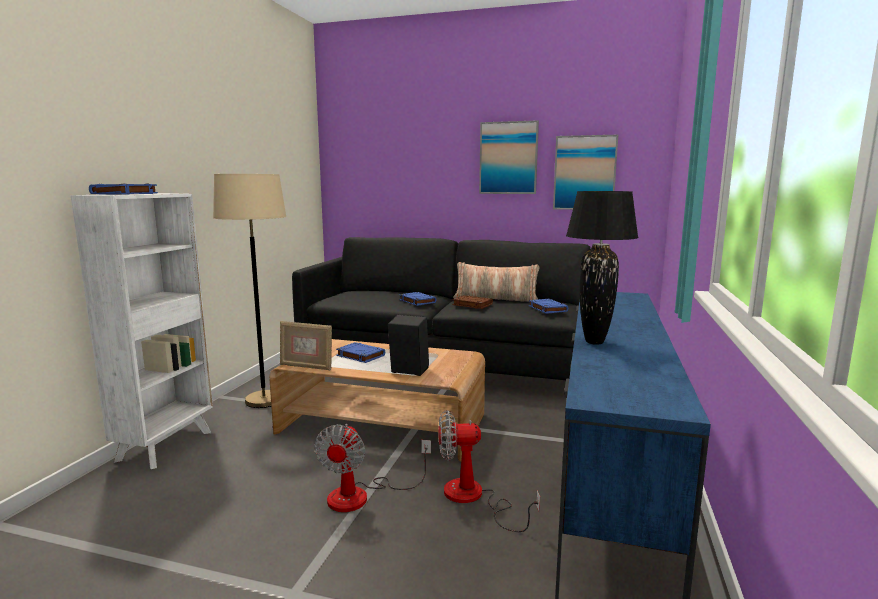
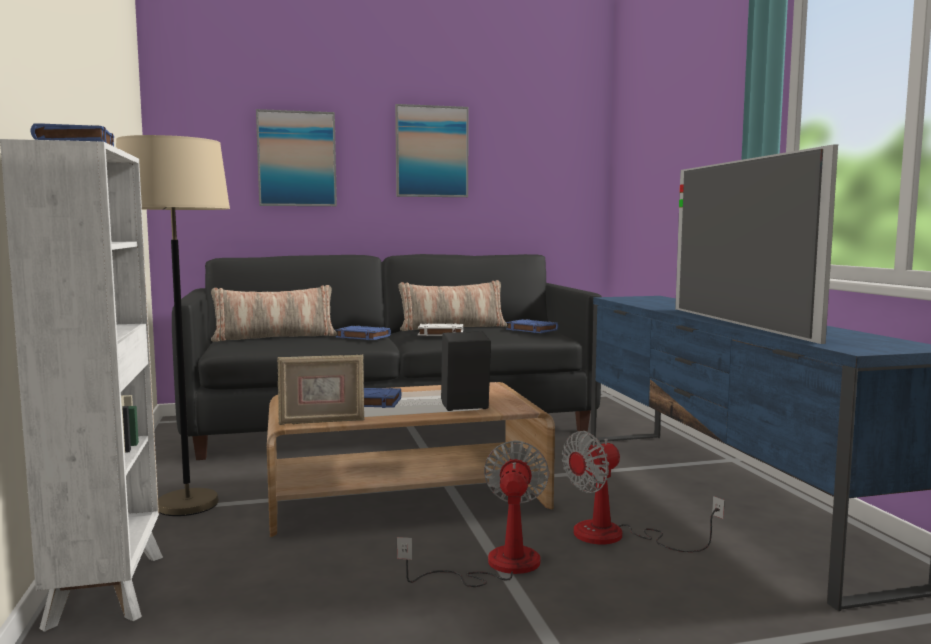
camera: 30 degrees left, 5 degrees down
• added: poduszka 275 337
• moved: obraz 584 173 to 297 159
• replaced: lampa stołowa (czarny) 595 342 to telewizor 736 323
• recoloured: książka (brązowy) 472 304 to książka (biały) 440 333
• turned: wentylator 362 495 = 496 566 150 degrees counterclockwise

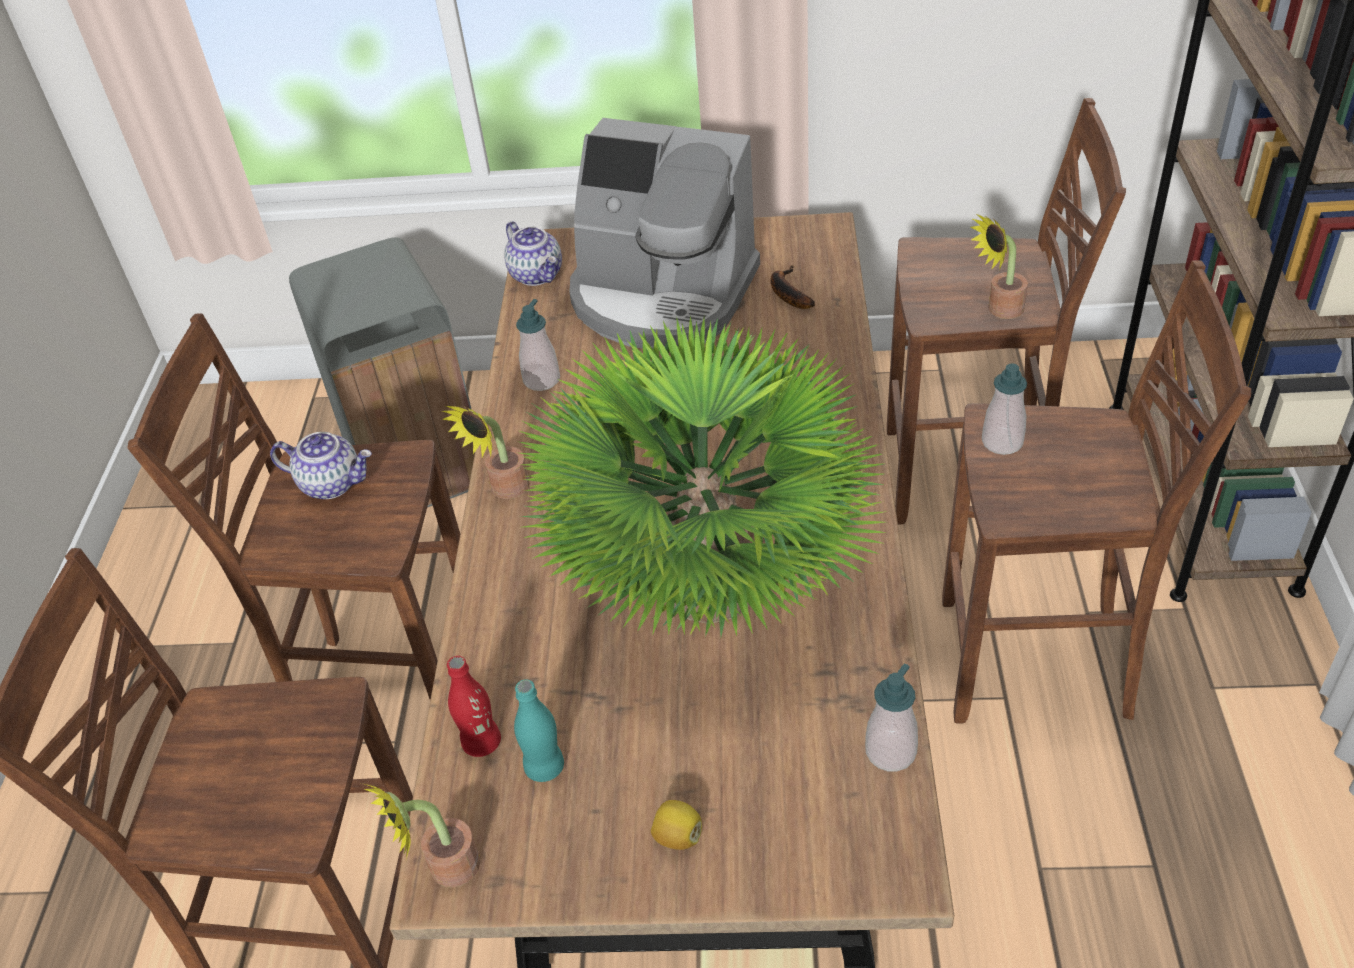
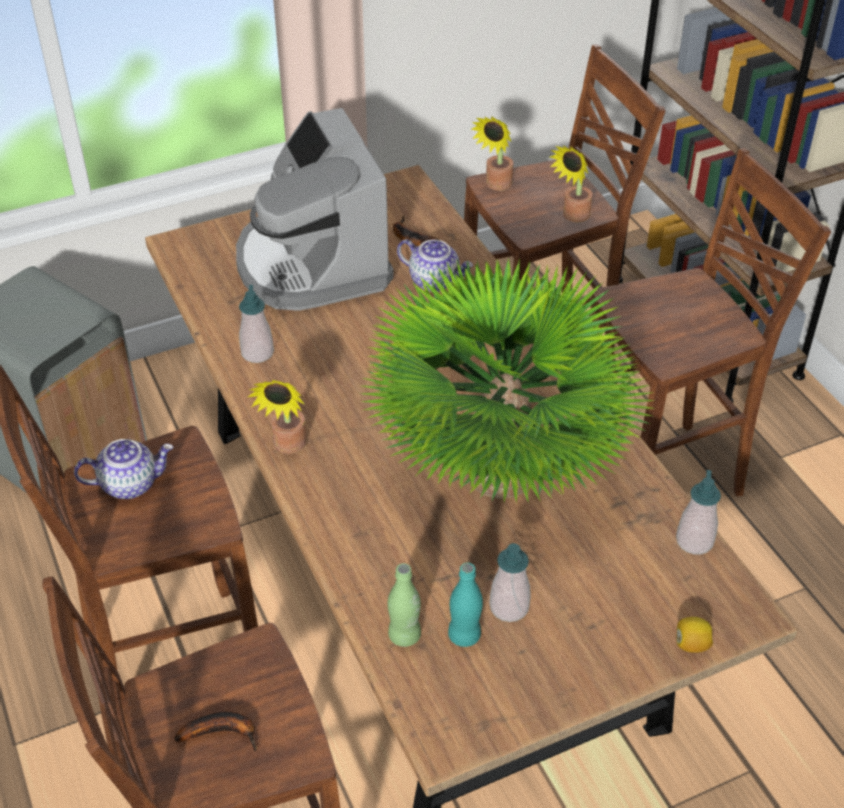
camera: 30 degrees left, 0 degrees up
• added: banan 223 732
• moved: roślina doniczkowa 445 870 to 496 186
• moved: imbryk 537 274 to 435 281
• moved: cytryna 677 836 to 691 644
• moved: dozownik mydła 1002 442 to 509 607
• recoloured: butelka (czerwony) 481 743 to butelka (zielony) 404 635
• turned: ekspres do kawy 662 297 = 312 263 75 degrees clockwise

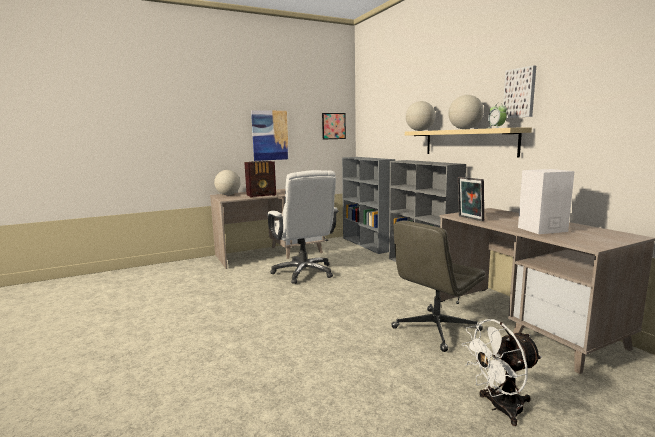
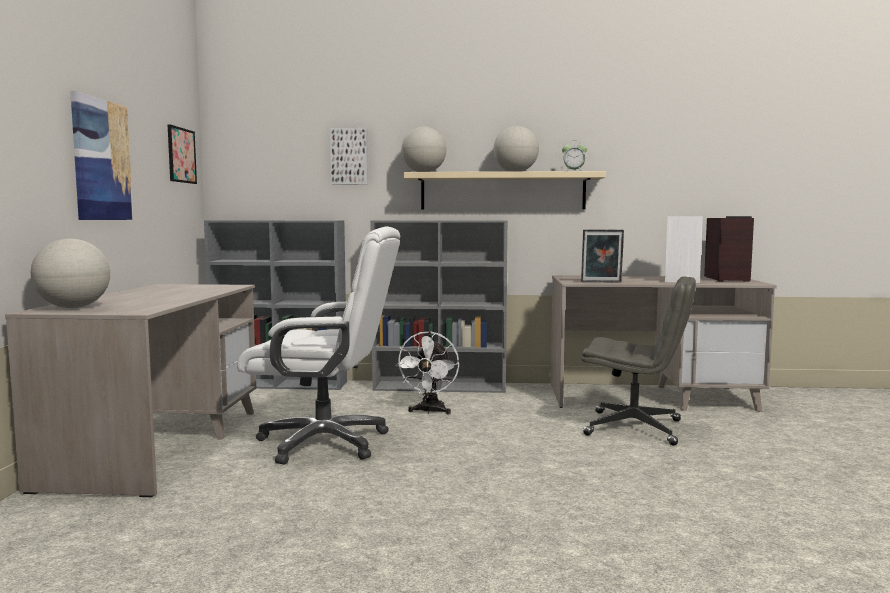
camera: 60 degrees left, 5 degrees down
• moved: radio 262 195 to 727 279
• moved: wentylator (biały) 499 408 to 430 411
• moved: obraz 520 93 to 349 156
• turned: krzesło biurowe (szary) 435 330 = 635 428 60 degrees counterclockwise

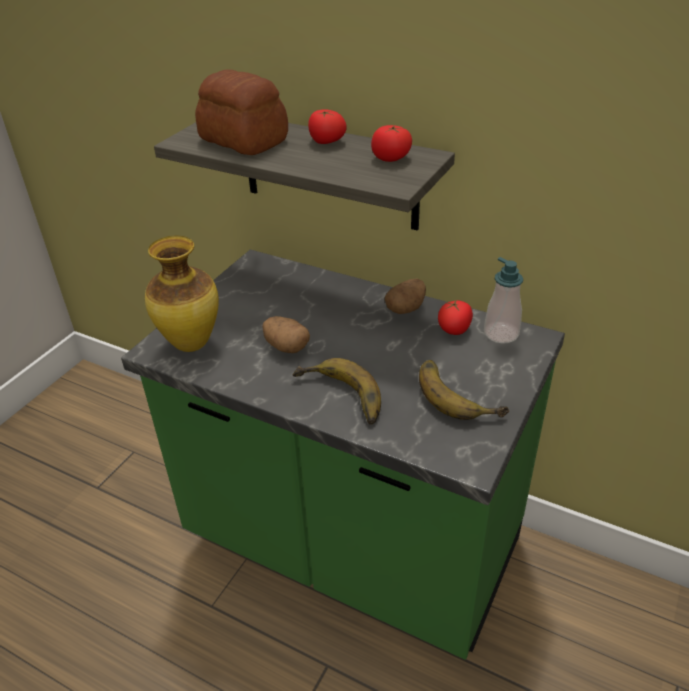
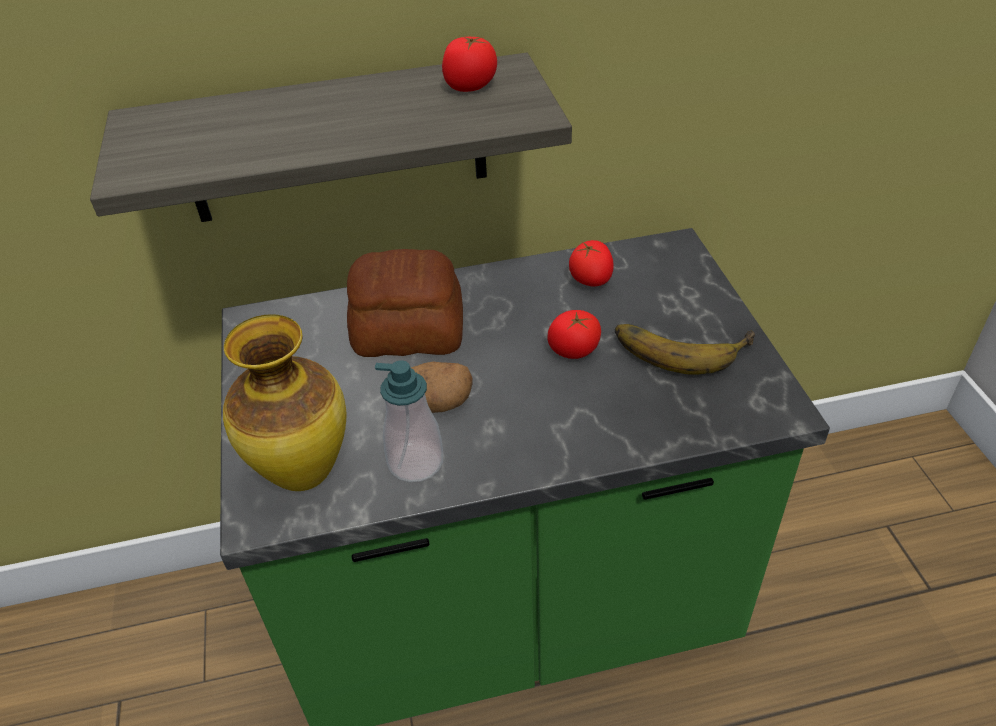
camera: 40 degrees left, 5 degrees up
• removed: banan 338 399
• removed: ziemniak 406 308
• moved: chleb 243 141 to 410 333
• moved: pomidor 326 142 to 574 350
• moved: dozownik mydła 501 334 to 415 462

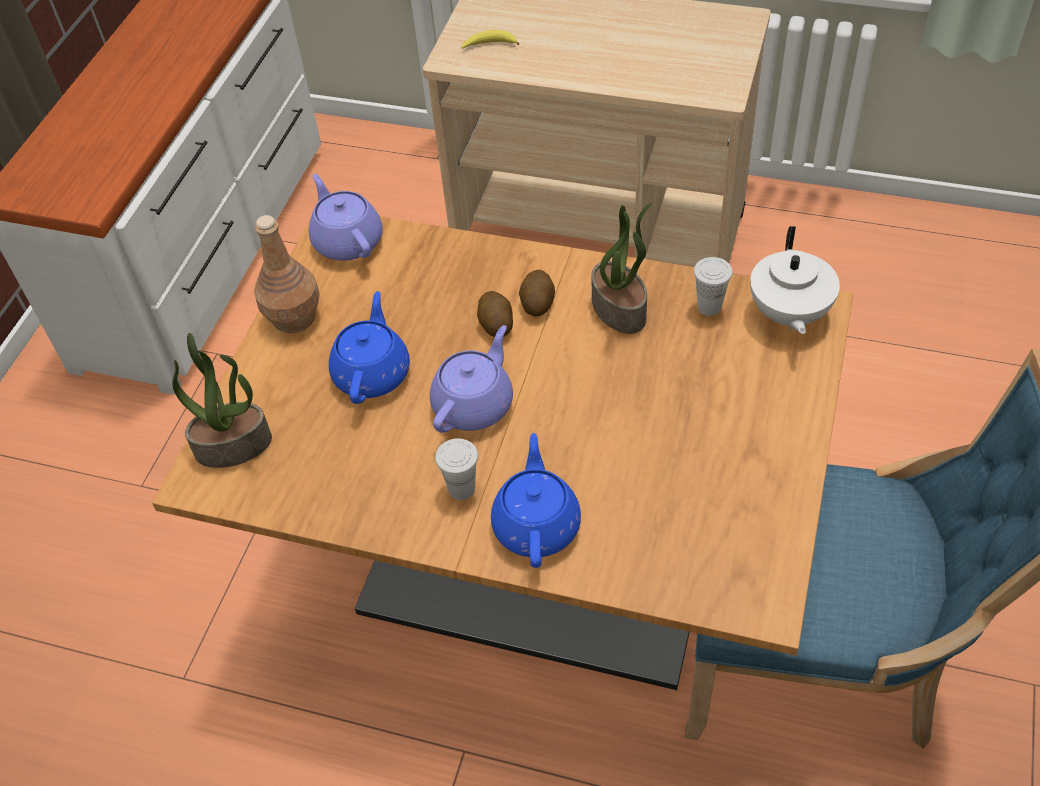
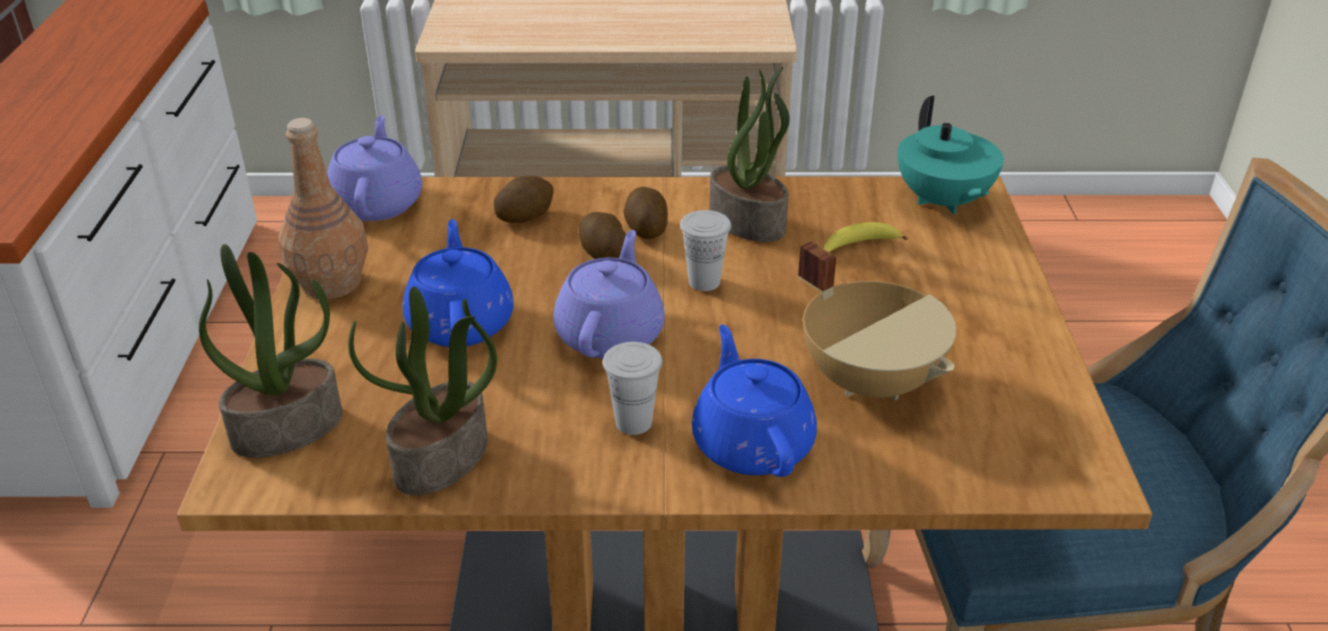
camera: 20 degrees left, 15 degrees down
• added: roślina doniczkowa 442 460
• added: ziemniak 525 215
• added: garnek (beżowy) 872 380
• moved: banan 489 45 to 858 246
• moved: filiżanka (biały) 709 307 to 704 282
• recoloured: imbryk (biały) 788 314 to imbryk (turkusowy) 942 202
• turned: imbryk (fioletowy) 347 241 = 378 202 45 degrees clockwise

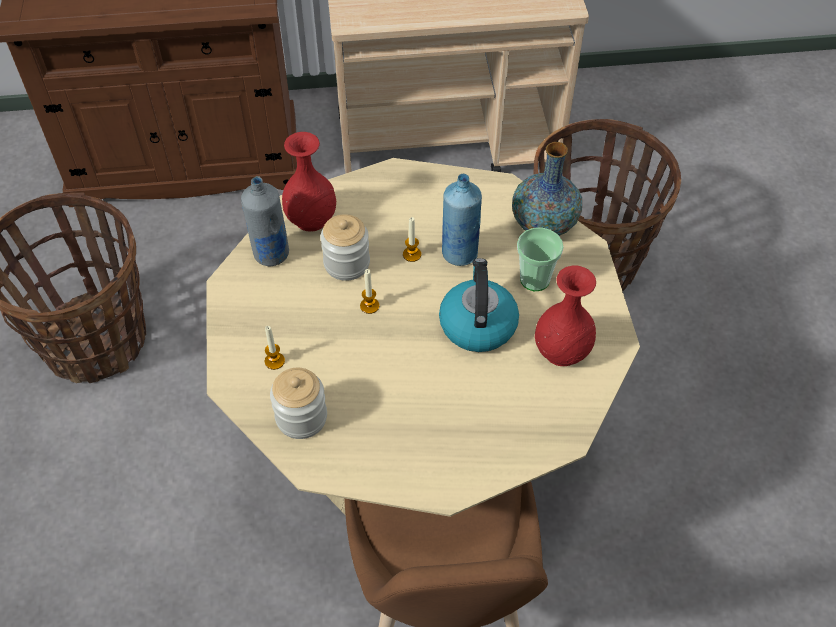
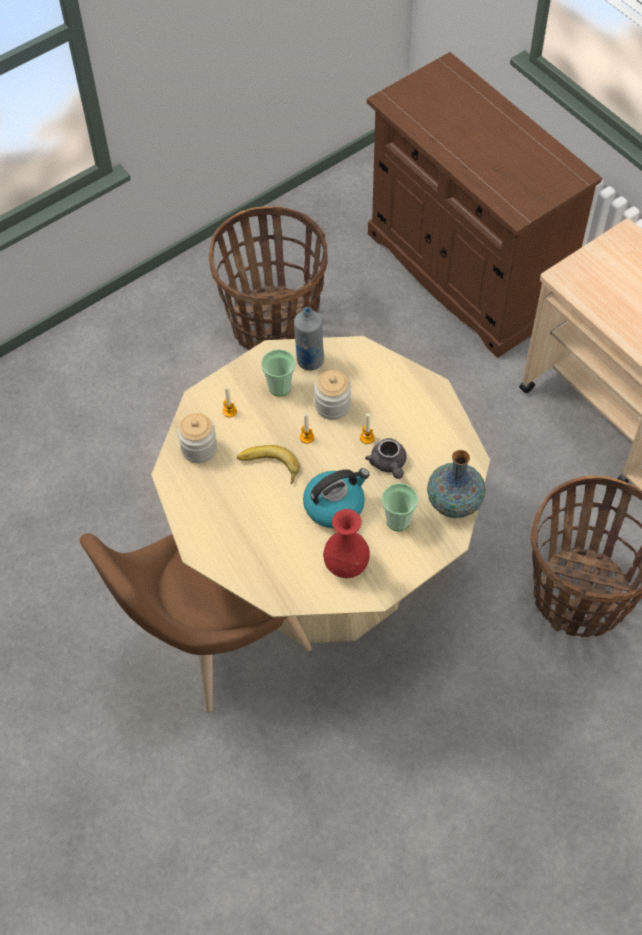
camera: 60 degrees right, 5 degrees up
• removed: wazon (czerwony) 311 220
• added: banan 268 468
• added: filiżanka 279 387
• replaced: butelka (niebieski) 459 253 to imbryk (szary) 389 464

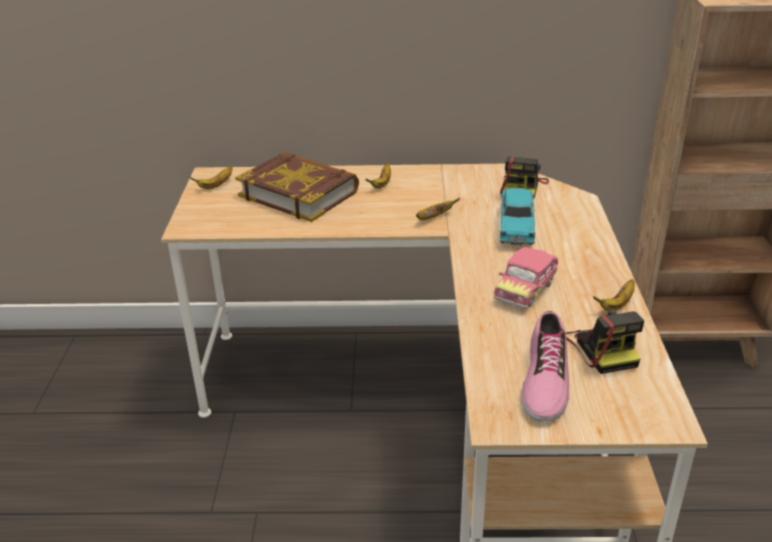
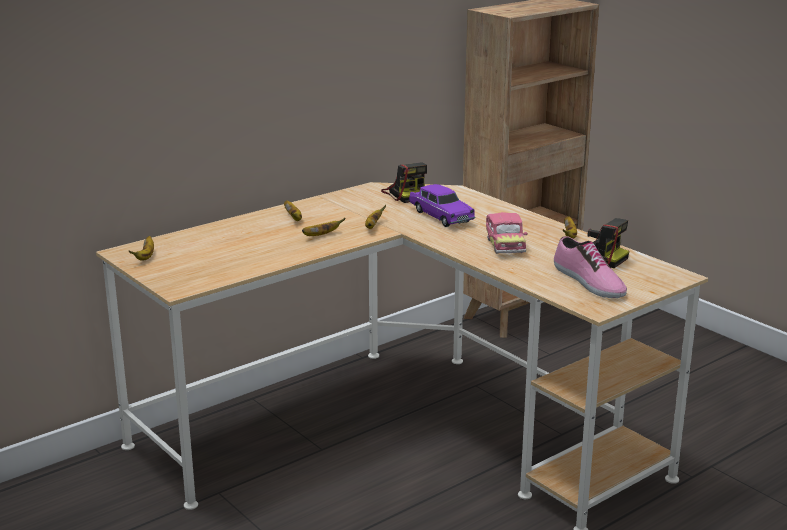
camera: 40 degrees left, 10 degrees down
• removed: książka 299 193
• added: banan 321 235
• recoloured: samochodzik (turkusowy) 516 228 to samochodzik (fioletowy) 441 216

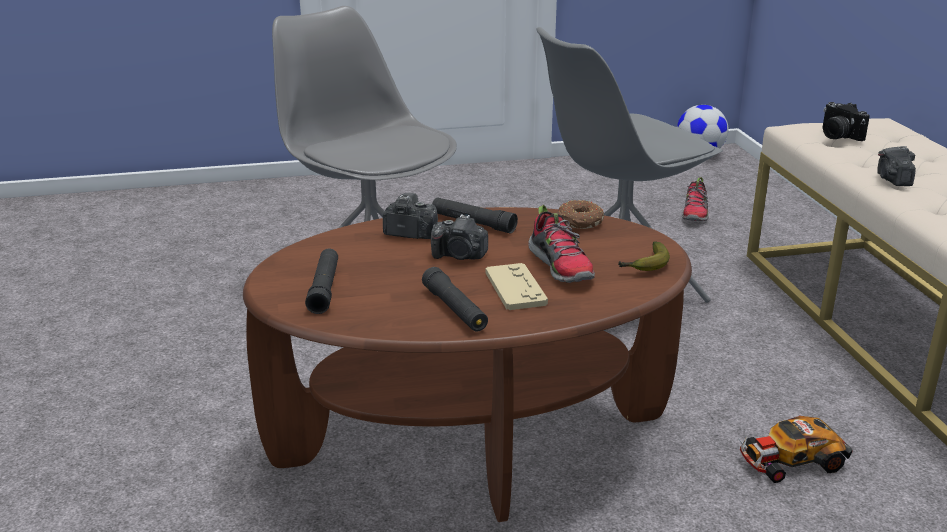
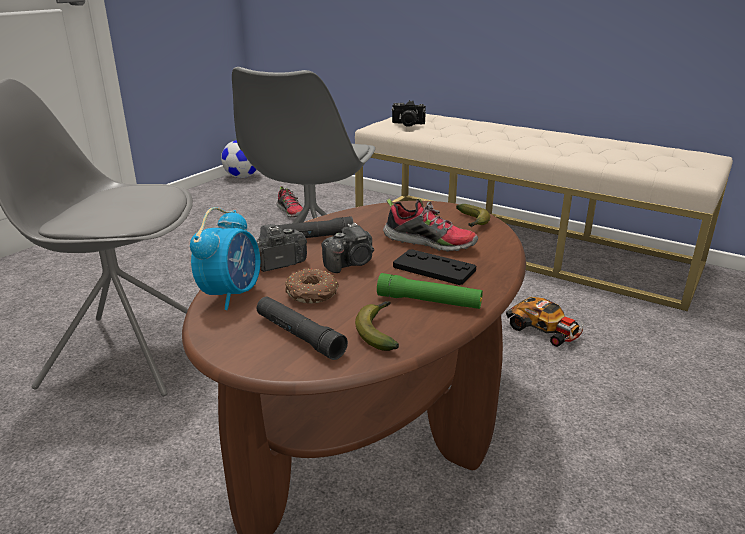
camera: 45 degrees left, 0 degrees up
• removed: aparat fotograficzny 893 180
• added: budzik 232 294
• added: banan 379 331
• moved: donut 579 222 to 312 294
• recoloured: latarka (czarny) 455 309 to latarka (zielony) 429 301
• recoloured: pad do gier (beżowy) 515 288 to pad do gier (czarny) 434 268
• turned: samochodzik 790 460 = 544 330 75 degrees counterclockwise

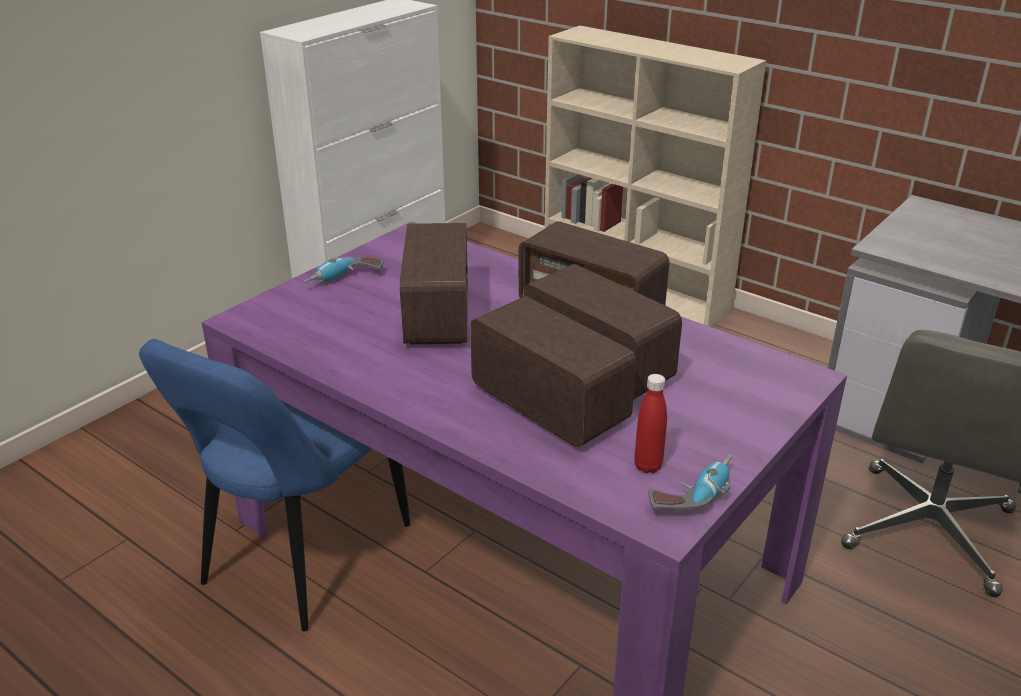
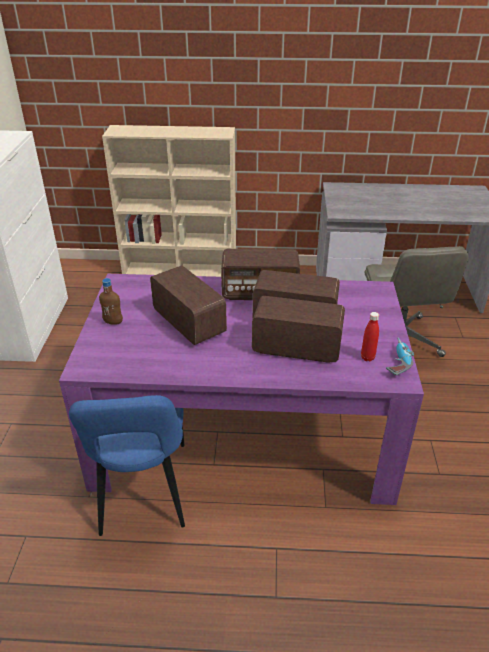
camera: 35 degrees left, 5 degrees up
• replaced: wiertarka 344 280 to butelka (brązowy) 113 322

